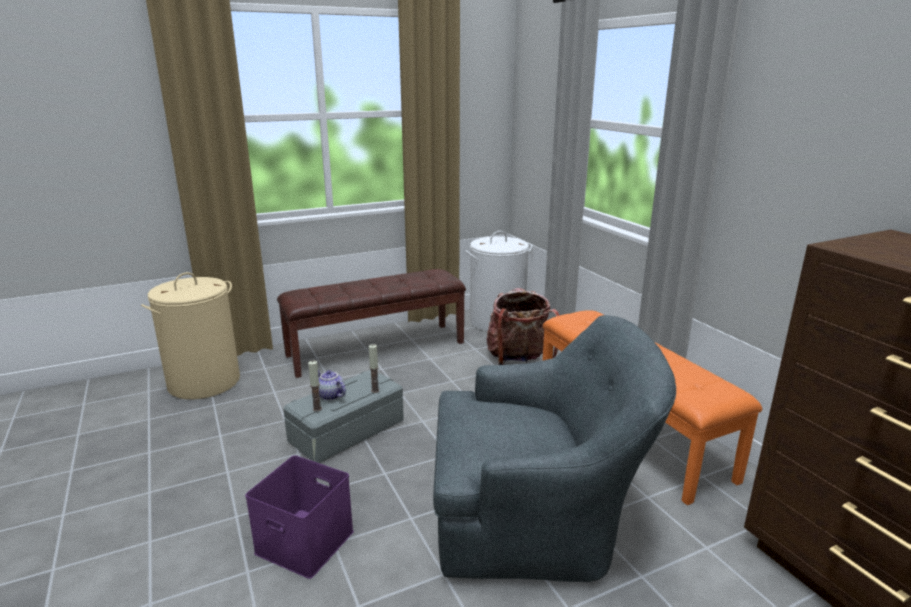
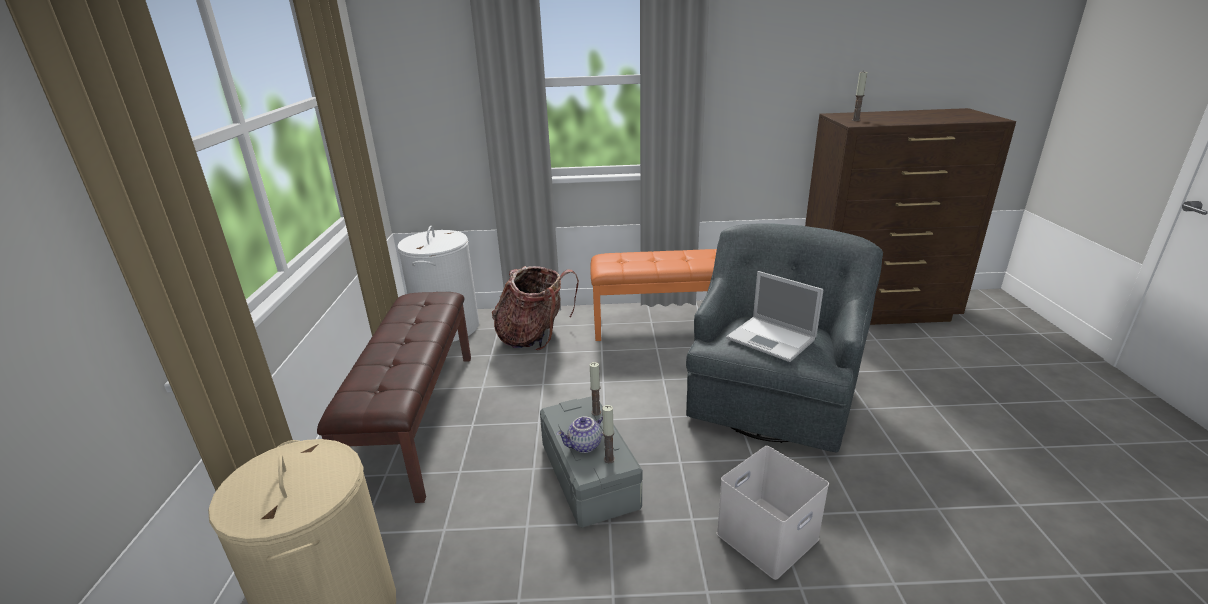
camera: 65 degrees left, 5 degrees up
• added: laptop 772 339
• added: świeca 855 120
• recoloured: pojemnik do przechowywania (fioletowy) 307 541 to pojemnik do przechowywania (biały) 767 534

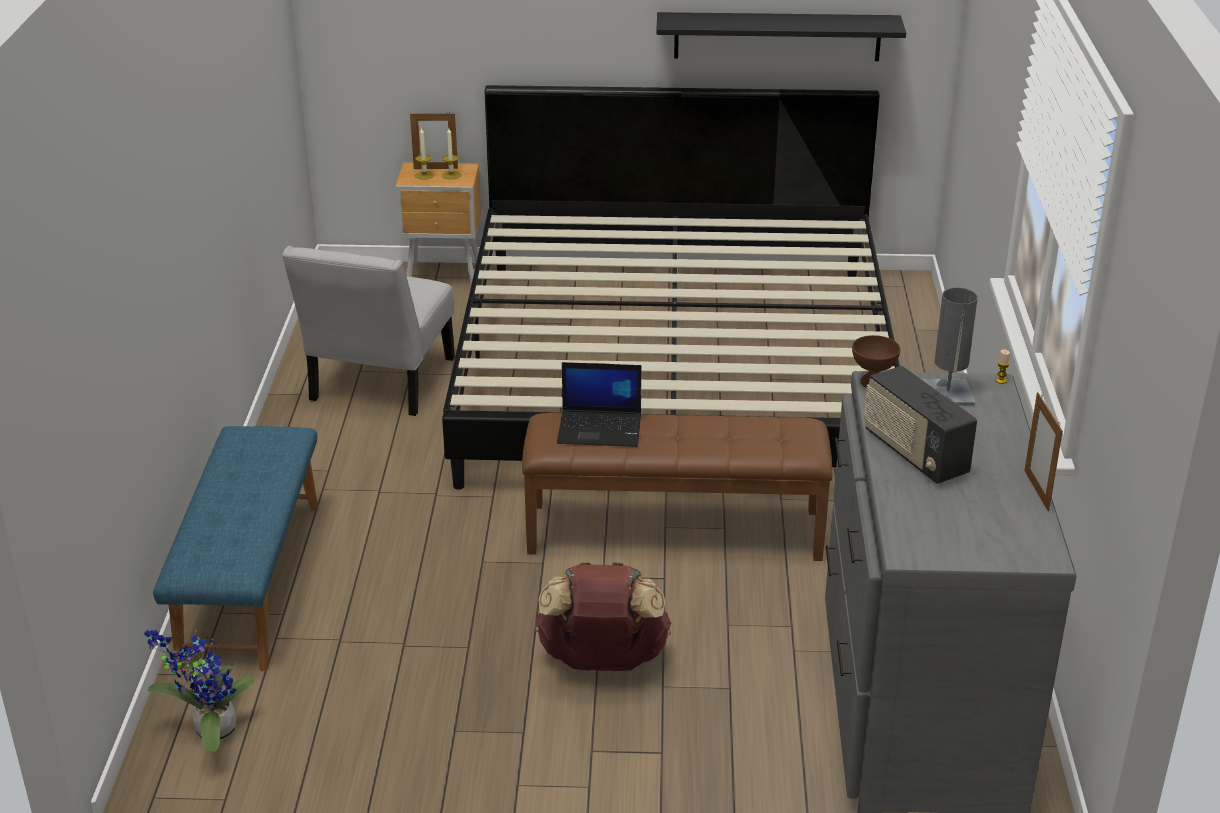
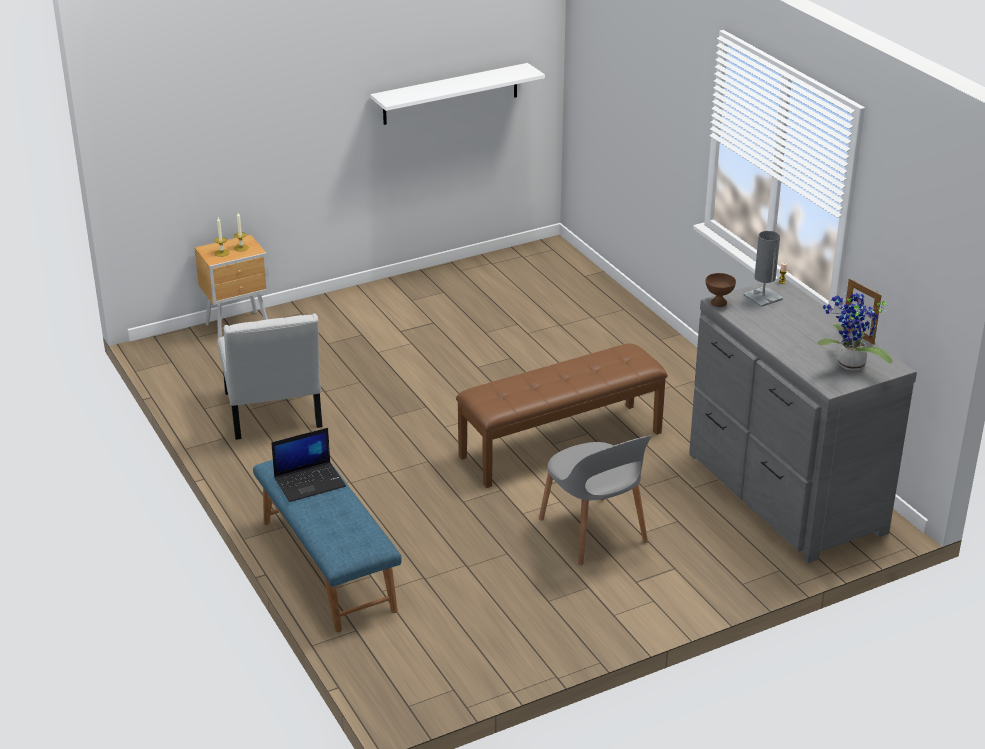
camera: 30 degrees left, 0 degrees up
• removed: ramka na zdjęcie 435 168
• removed: łóżko 676 369
• removed: radio 914 453
• moved: roślina doniczkowa 210 732 to 849 366
• moved: laptop 601 429 to 310 482
• replaced: plecak (brązowy) 602 662 to krzesło (szary) 594 532
• recoloured: półka (czarny) 777 36 to półka (biały) 450 94

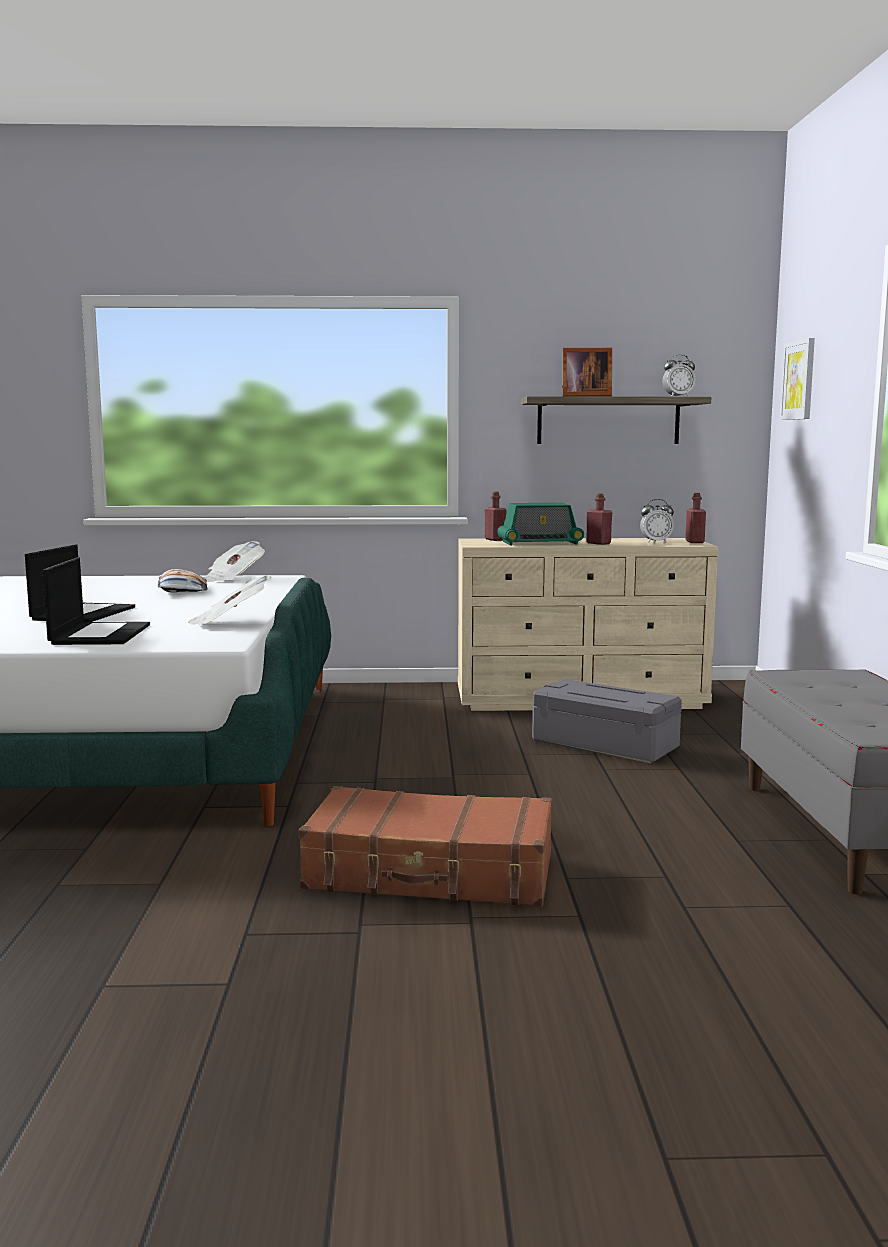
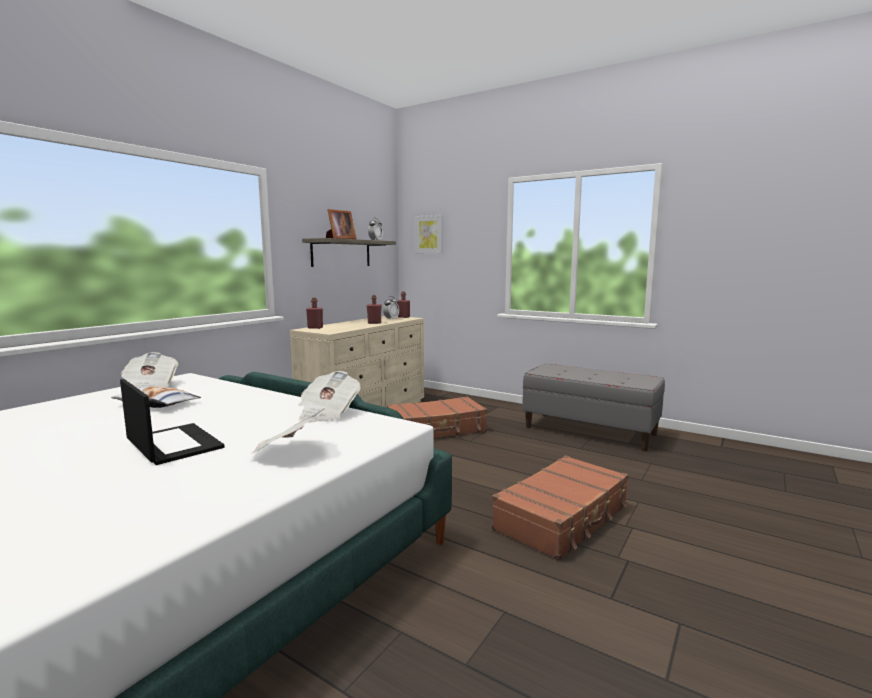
camera: 55 degrees left, 0 degrees up
• removed: radio 540 543
• replaced: laptop 100 634 to gazeta 287 451
• replaced: pojemnik do przechowywania (szary) 606 744 to walizka (brązowy) 437 429

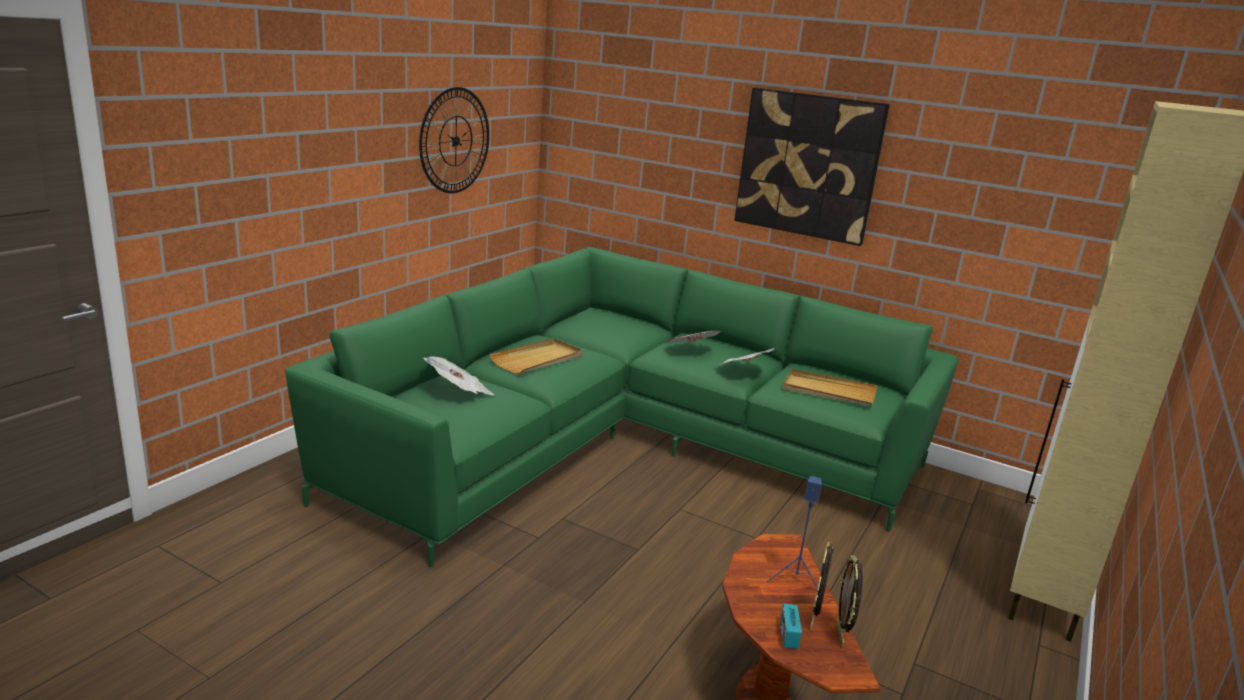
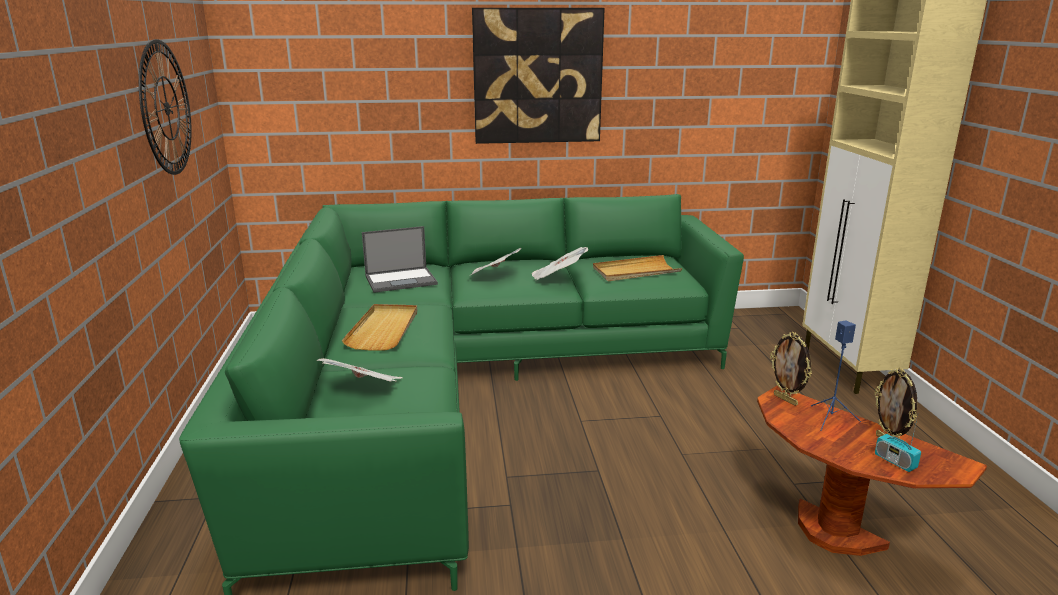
camera: 35 degrees left, 0 degrees up
• added: laptop 401 280
• moved: ramka na zdjęcie 840 636 to 786 400

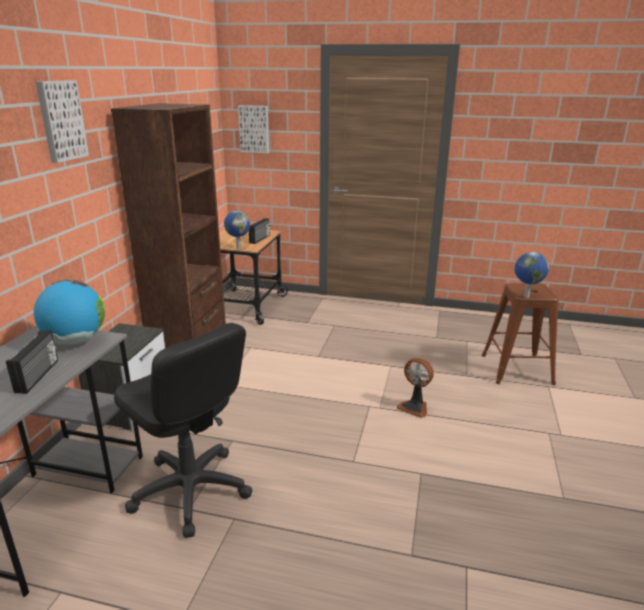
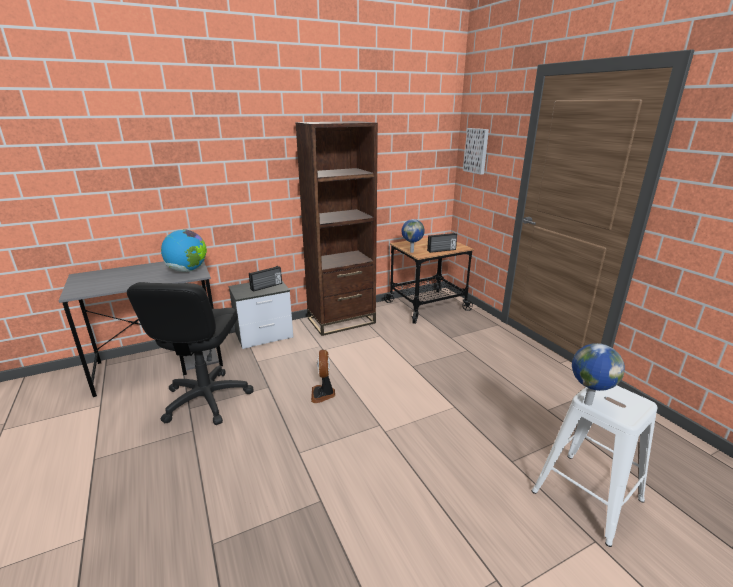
camera: 50 degrees right, 0 degrees up
• removed: obraz 60 120
• moved: radio 38 376 to 266 286
• moved: wentylator 414 407 to 323 394
• recoloured: stołek (brązowy) 516 369 to stołek (biały) 585 495

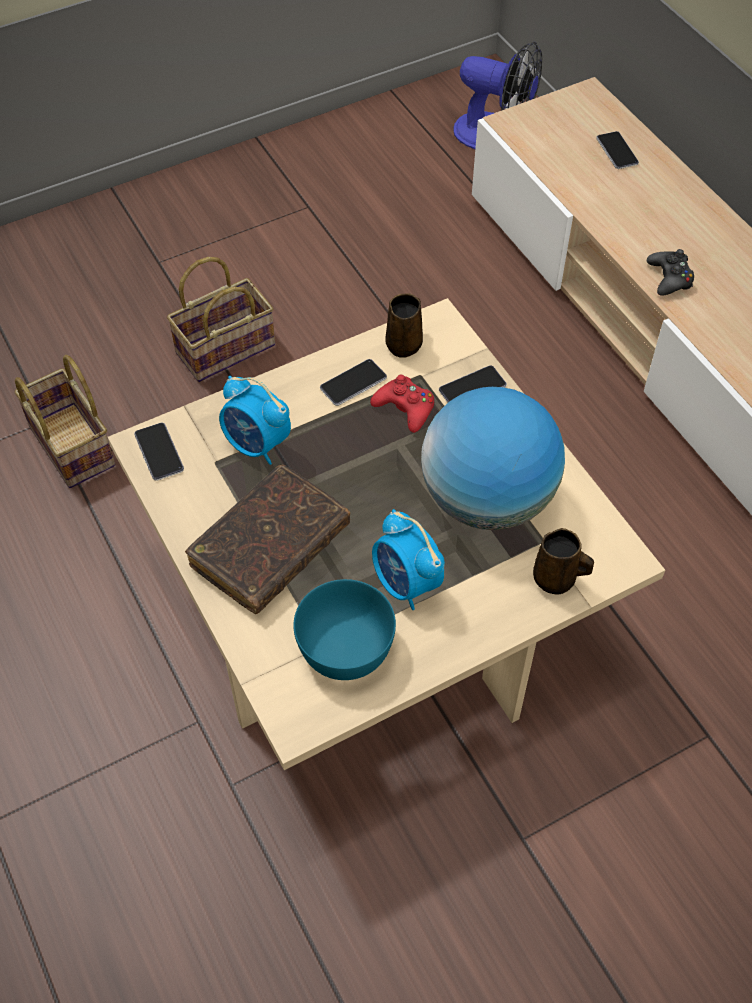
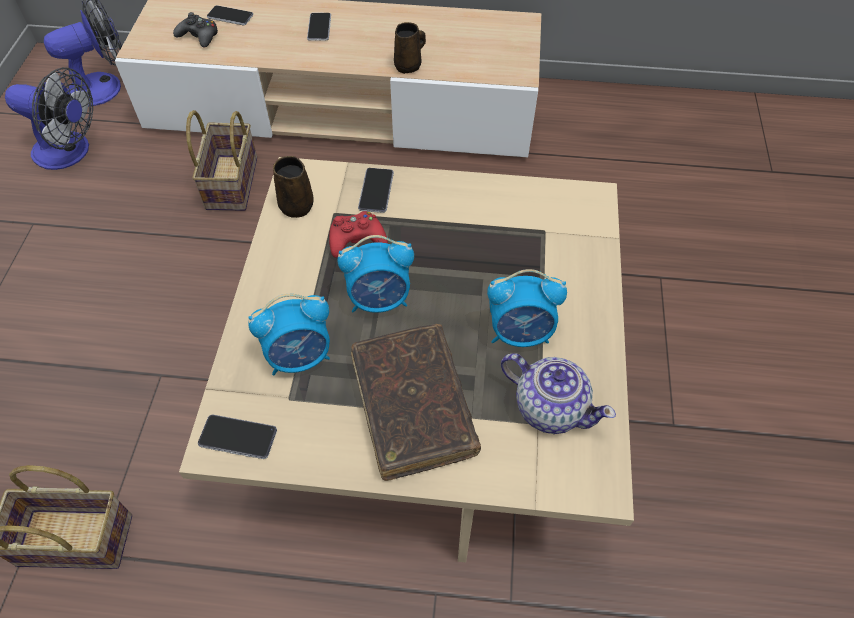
camera: 55 degrees left, 0 degrees up
• removed: globus 487 499
• added: wentylator 70 152
• added: budzik 380 300
• moved: koszyk 226 347 to 230 182
• moved: telefon 353 383 to 319 27
• moved: kubek (brązowy) 556 580 to 409 66
• moved: pad do gier (czarny) 669 278 to 199 36
• replaced: miska (turkusowy) 346 645 to imbryk 549 407

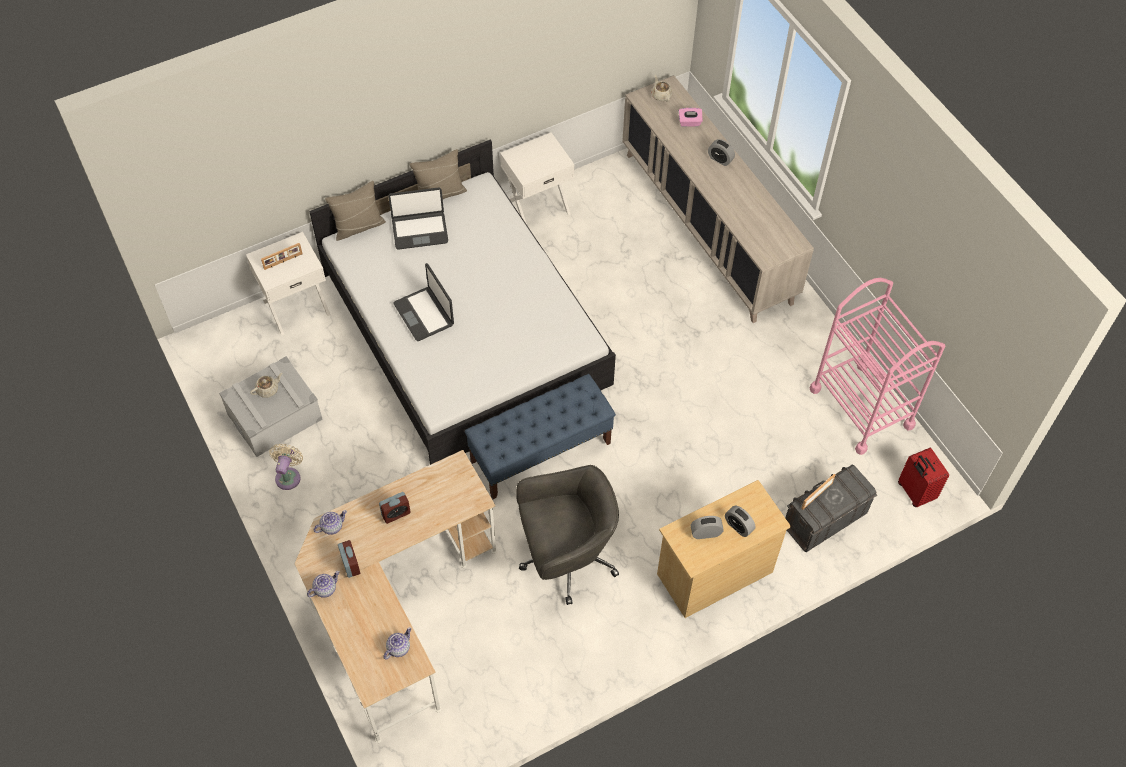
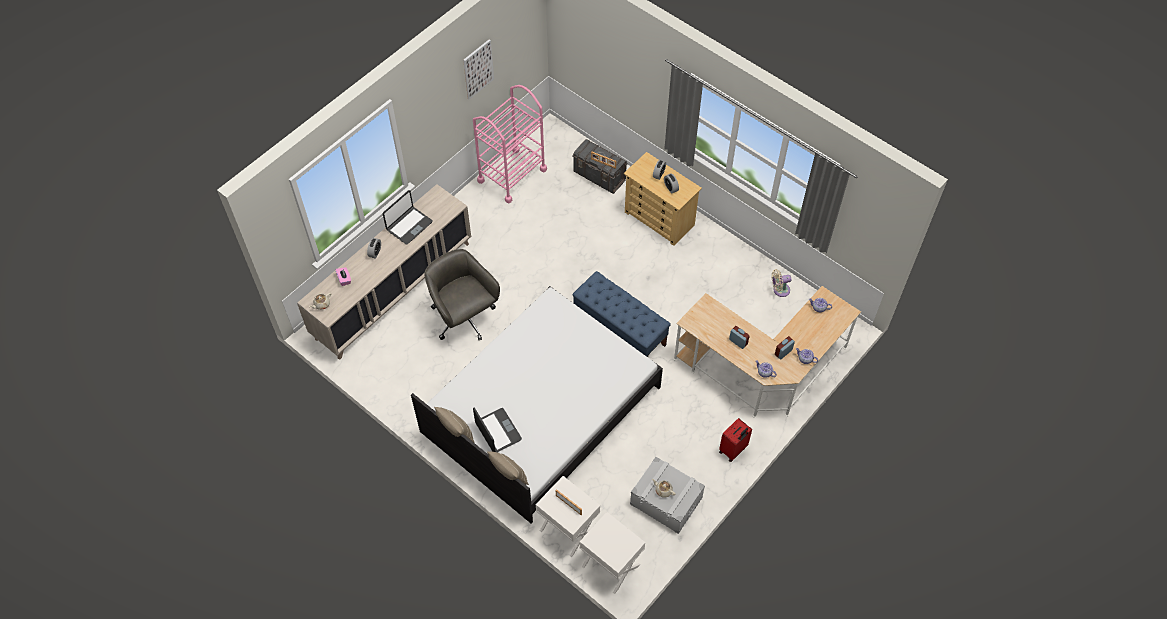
camera: 110 degrees left, 0 degrees up
• added: obraz 478 69
• moved: wentylator (beżowy) 288 476 to 779 290
• moved: laptop 424 314 to 409 225
• moved: szafka nocna (biały) 537 206 to 610 566
• moved: krzesło biurowe (szary) 566 558 to 464 318
• moved: walizka (czerwony) 914 492 to 733 450

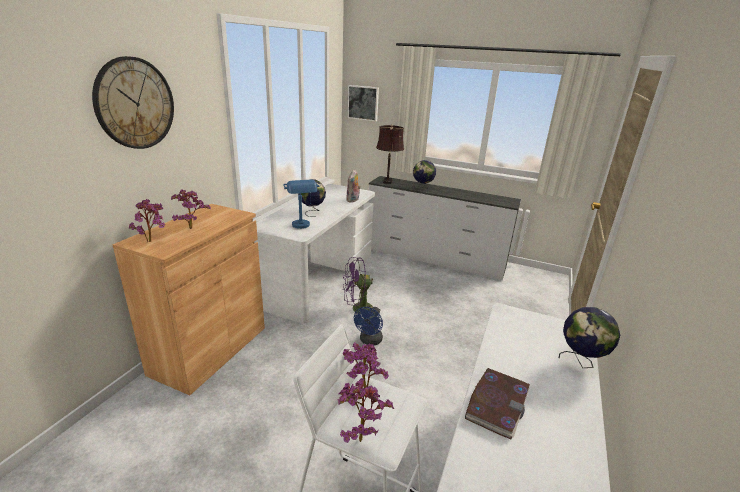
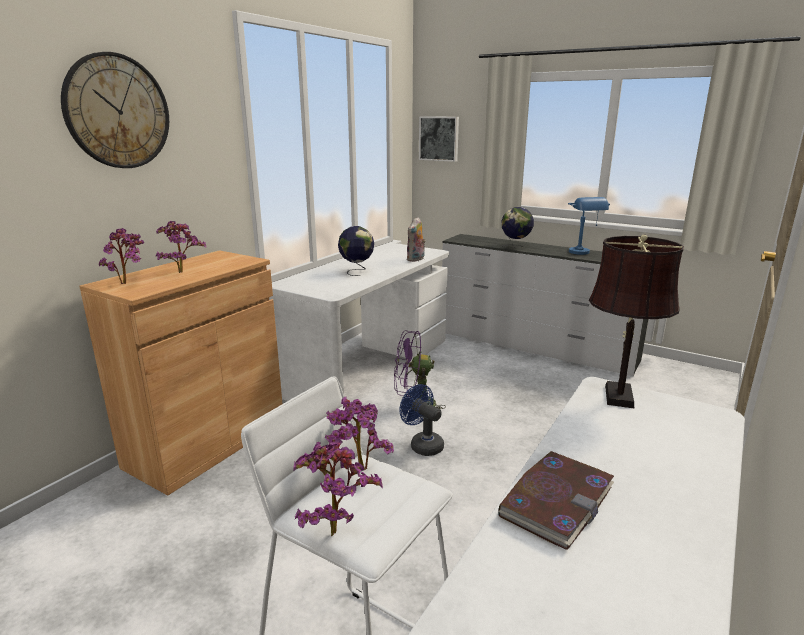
camera: 10 degrees right, 5 degrees down
• removed: globus 580 362
• moved: lampa stołowa (niebieski) 302 227 to 583 253
• moved: lampa stołowa (brązowy) 388 181 to 619 394
• turned: wentylator (niebieski) 369 341 = 422 444 105 degrees clockwise

